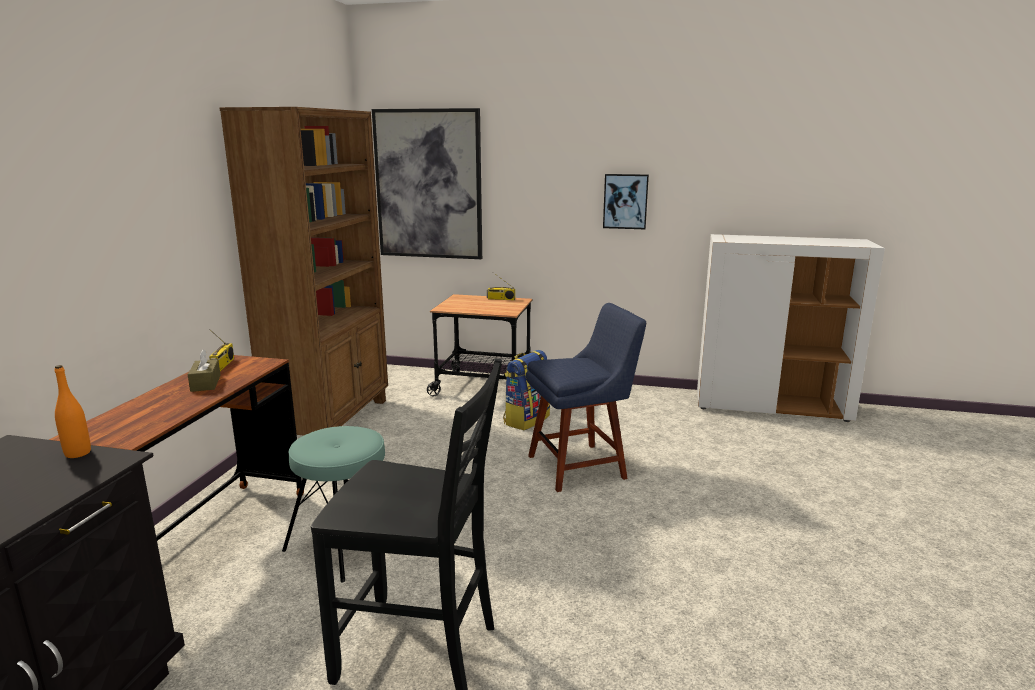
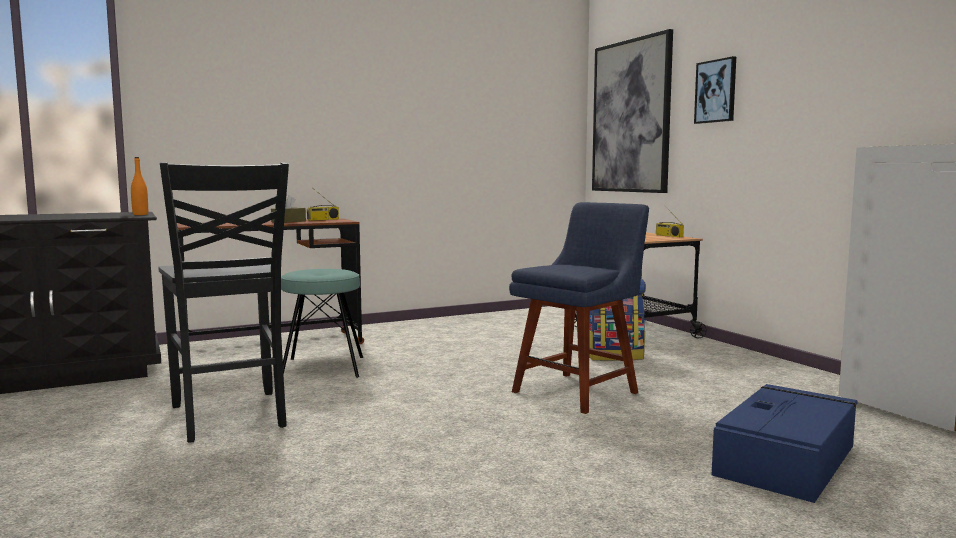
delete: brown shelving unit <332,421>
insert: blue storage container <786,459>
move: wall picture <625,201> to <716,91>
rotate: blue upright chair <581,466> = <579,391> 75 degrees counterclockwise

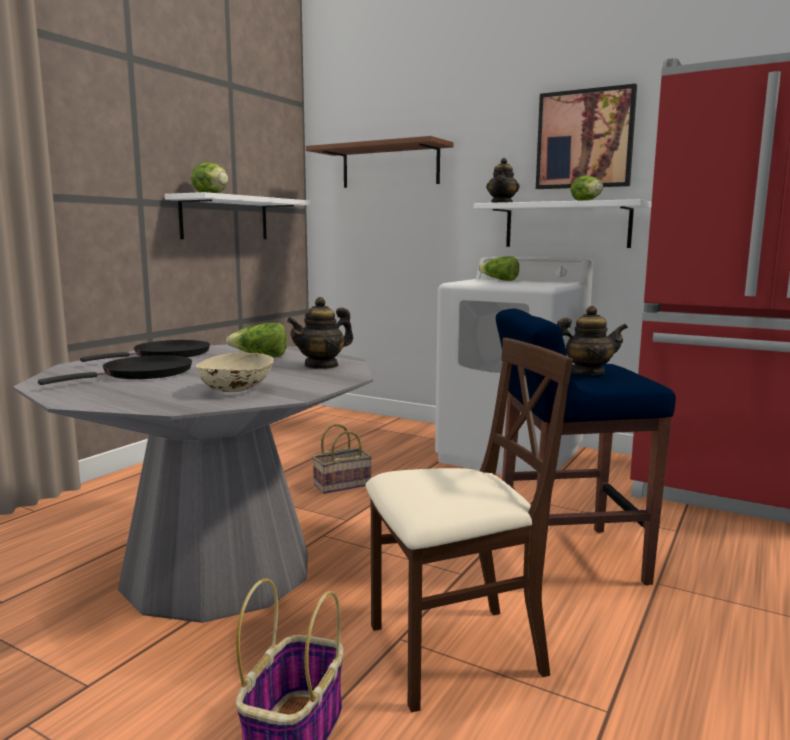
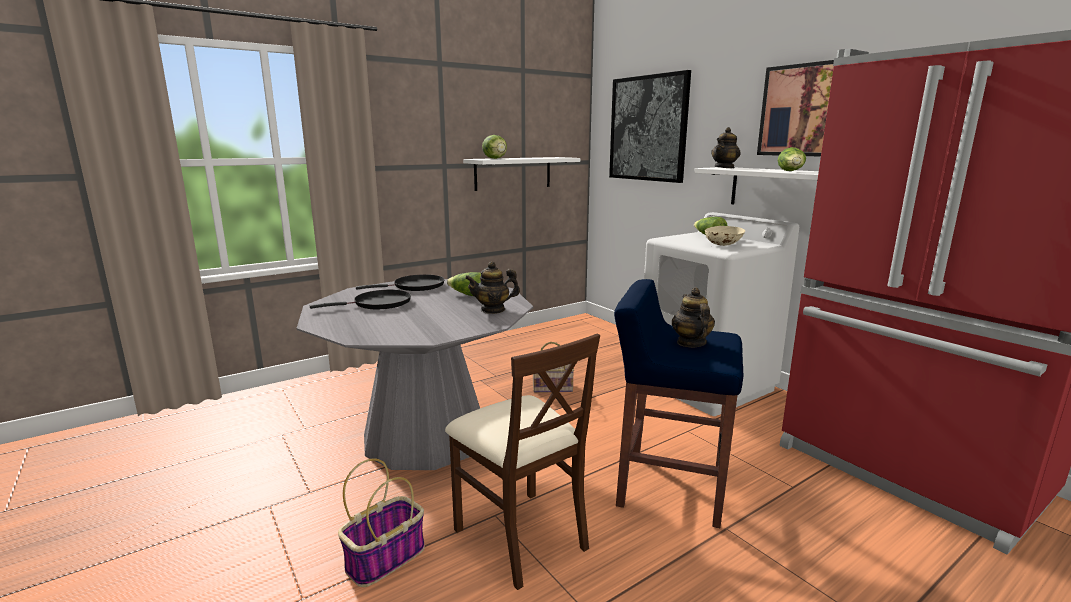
move: sand-coloured serving bowl <236,391> to <723,245>
replace: brown bracket shelf <390,166> to wall picture <648,128>
rotate: teapot <587,373> = <691,343> 120 degrees counterclockwise; sand-coloured upright chair <454,652> = <521,536> 45 degrees clockwise

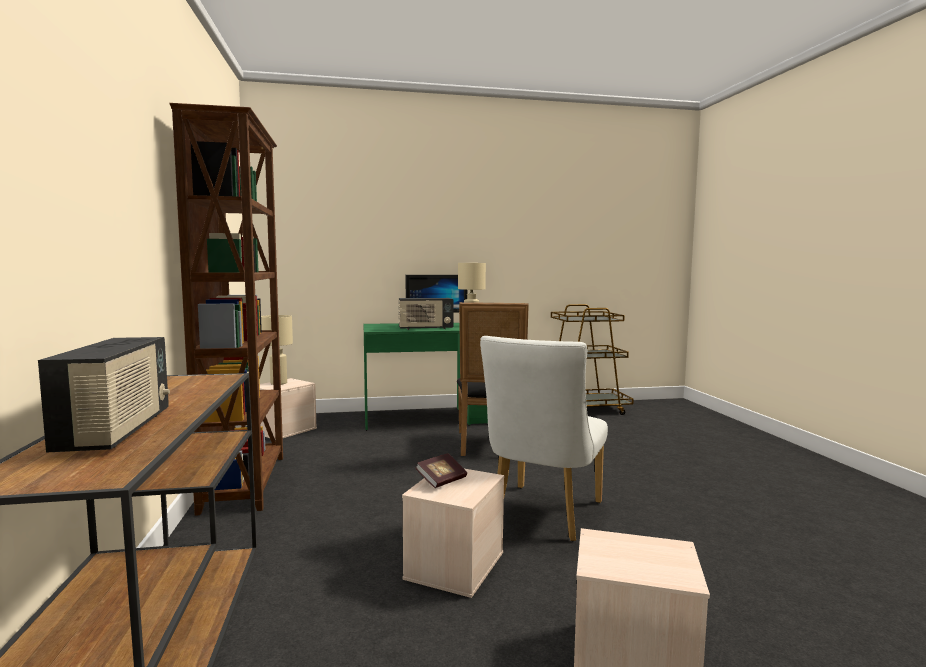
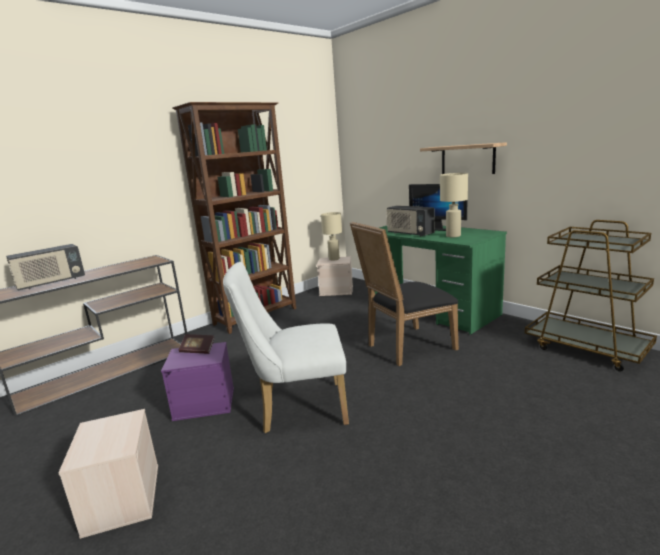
insert: bracket shelf <467,159>
recolor: sand-coloured storage container <454,564> to purplish storage container <205,403>

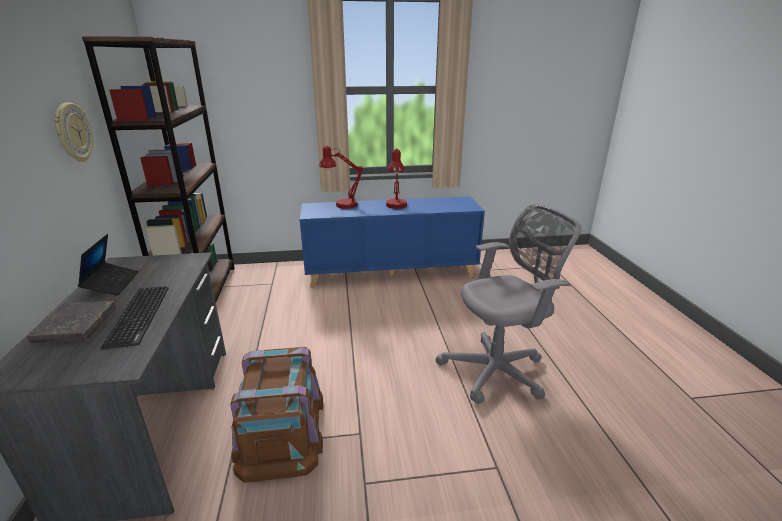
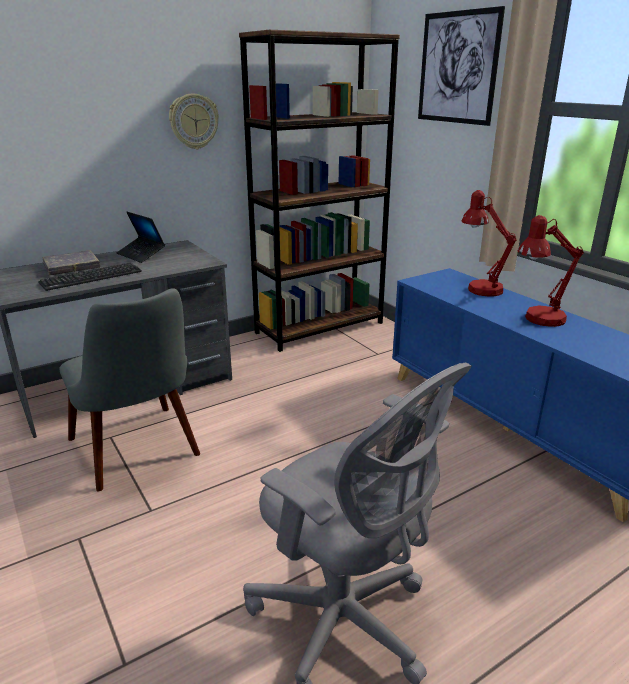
insert: wall picture <457,68>
replace: brown storage container <282,429> to greyish upright chair <141,454>
rotate: laptop <112,283> = <141,255> 75 degrees clockwise

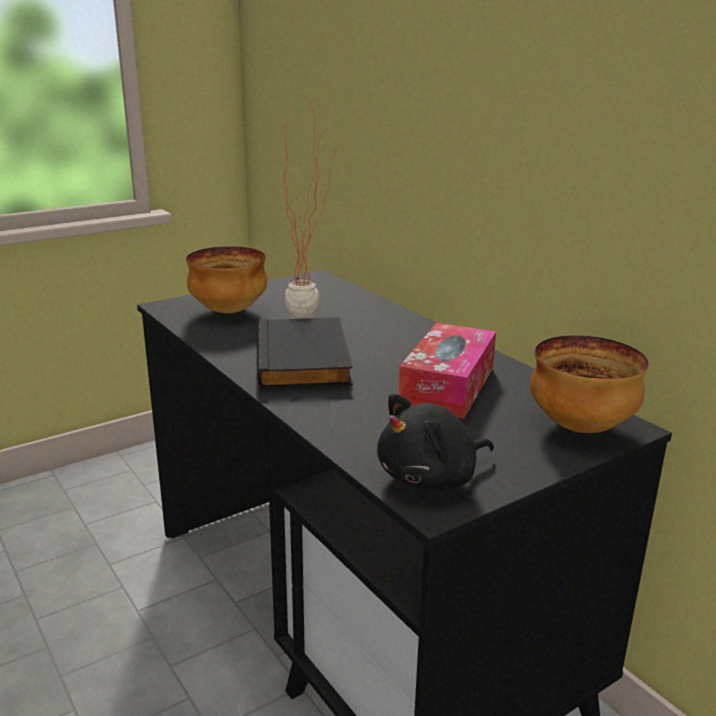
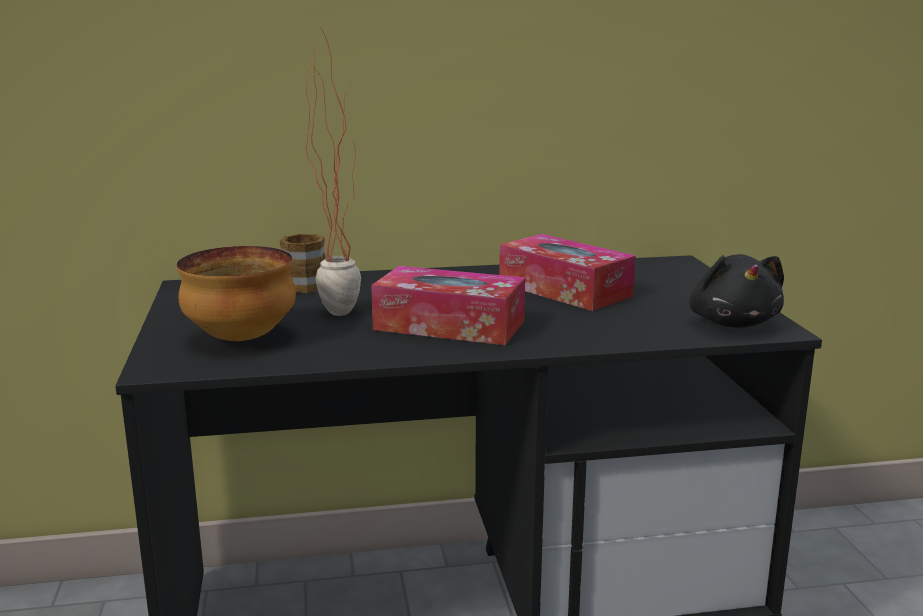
delete: serving bowl <581,427>
insert: coffee mug <303,283>
replace: blackish volume <306,360> to tissue box <449,325>

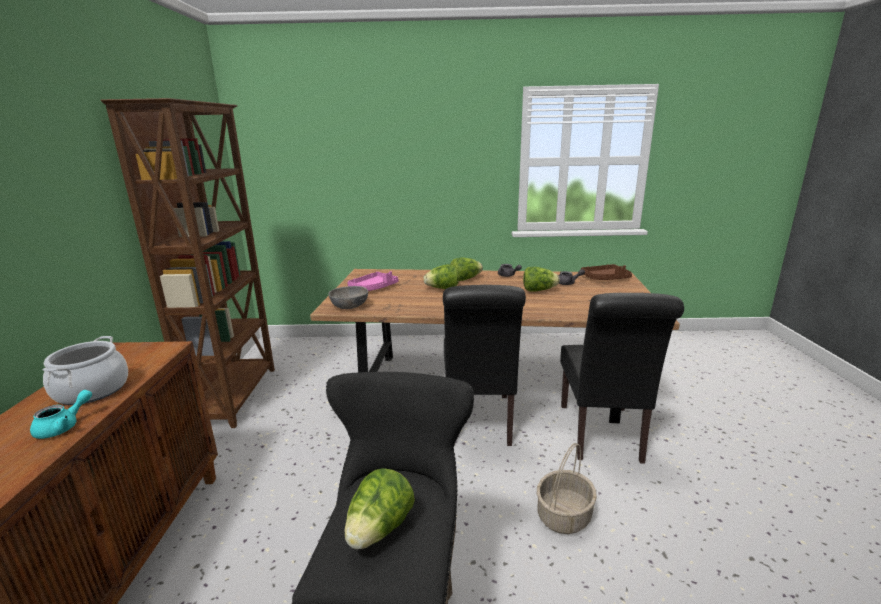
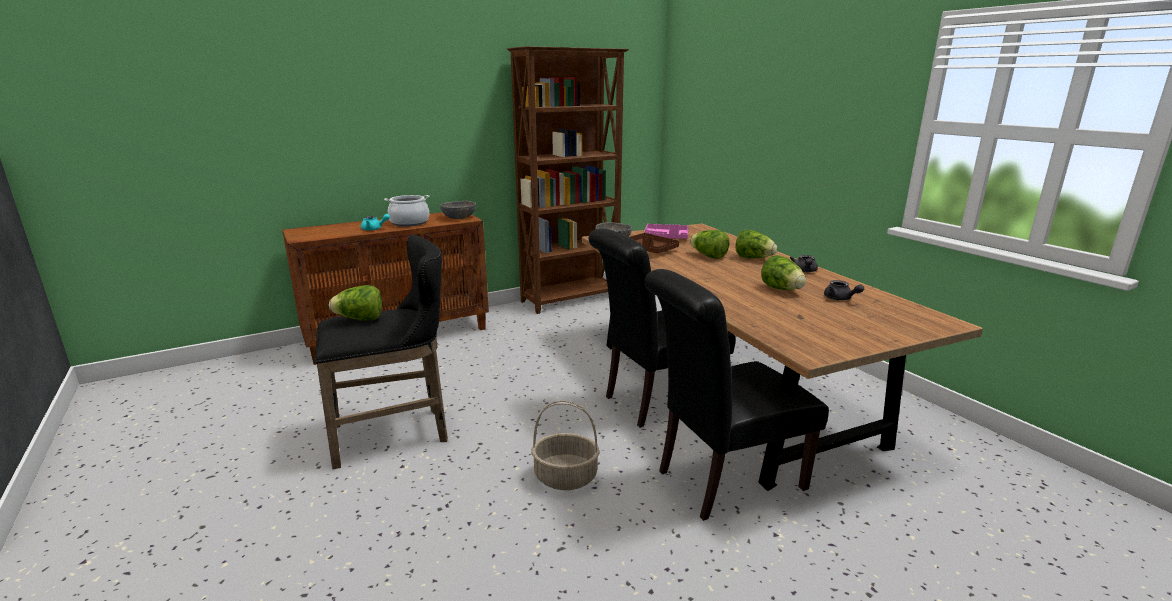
insert: greyish serving bowl <459,217>
move: brown carrying tray <605,278> to <650,250>

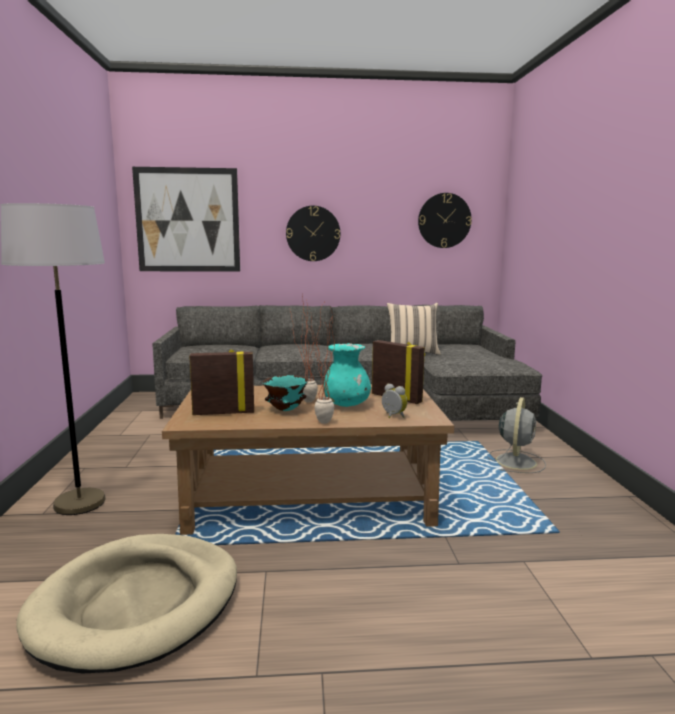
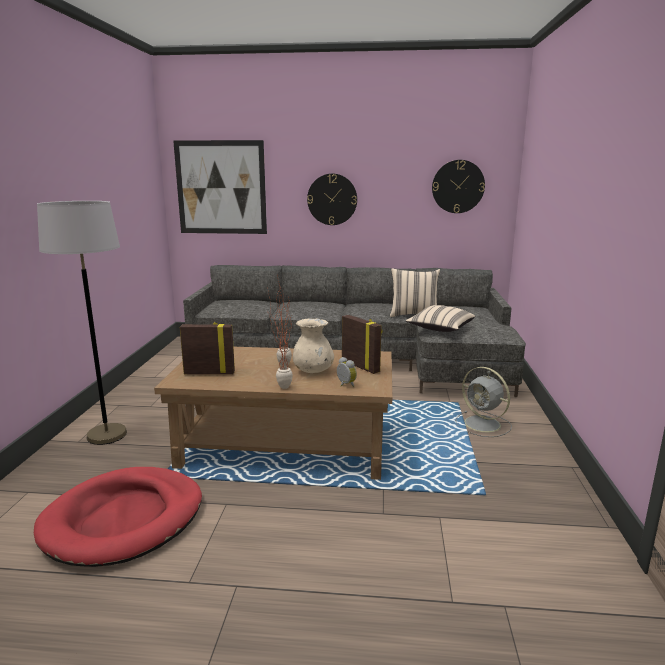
delete: turquoise serving bowl <285,410>
insert: sand-coloured pillow <440,329>
recolor: turquoise flower vase <347,405> to sand-coloured flower vase <313,371>; sand-coloured dog bed <137,604> to red dog bed <124,519>
rotate: greyish electric fan <516,461> = <483,424> 105 degrees clockwise

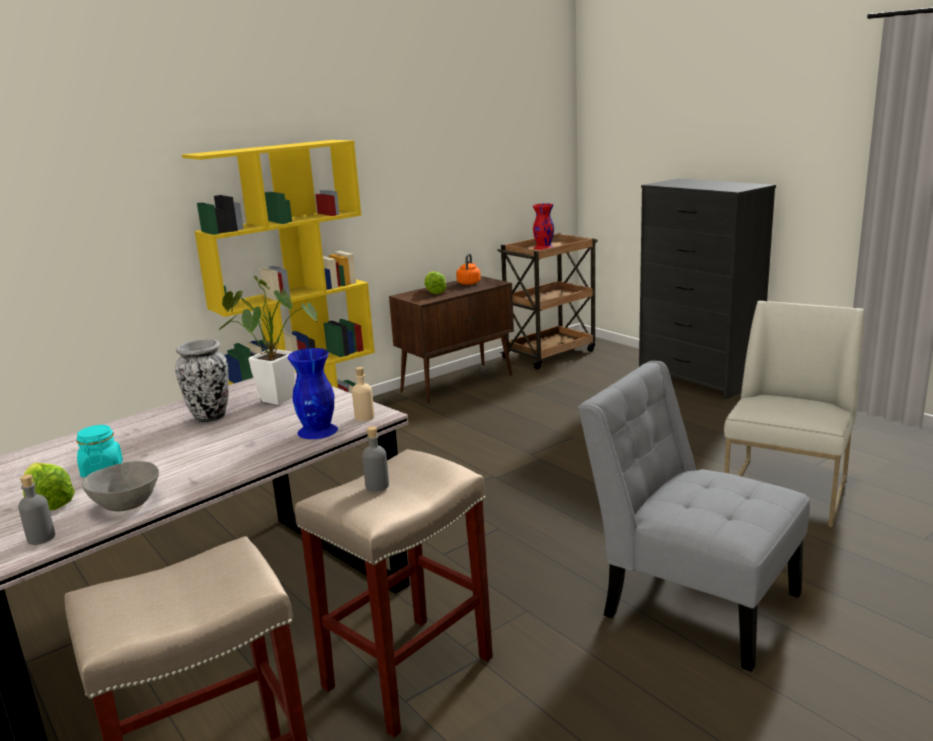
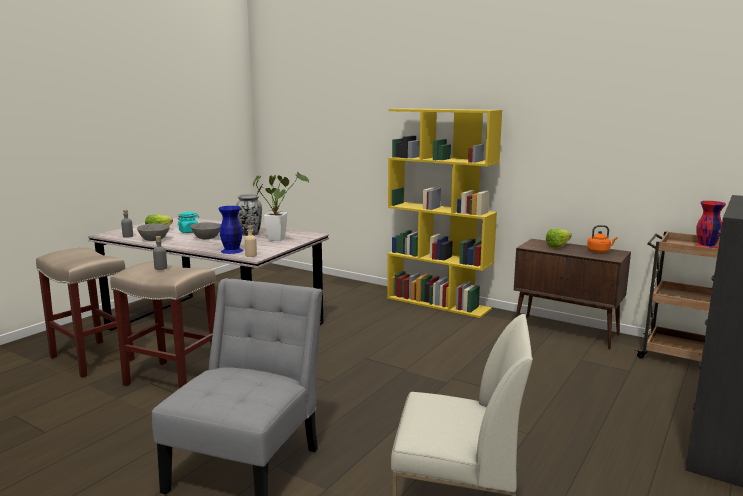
insert: greyish serving bowl <207,238>

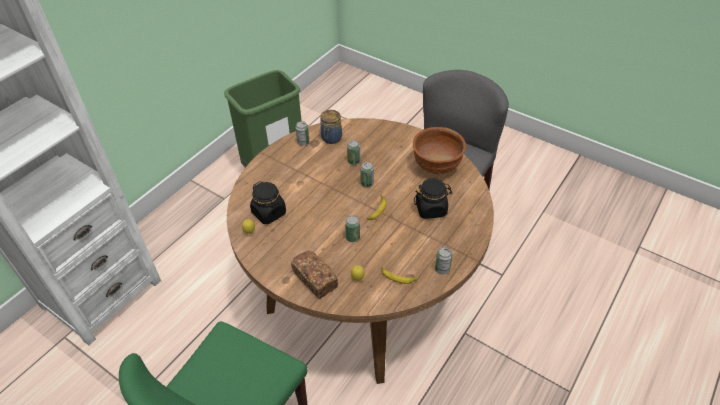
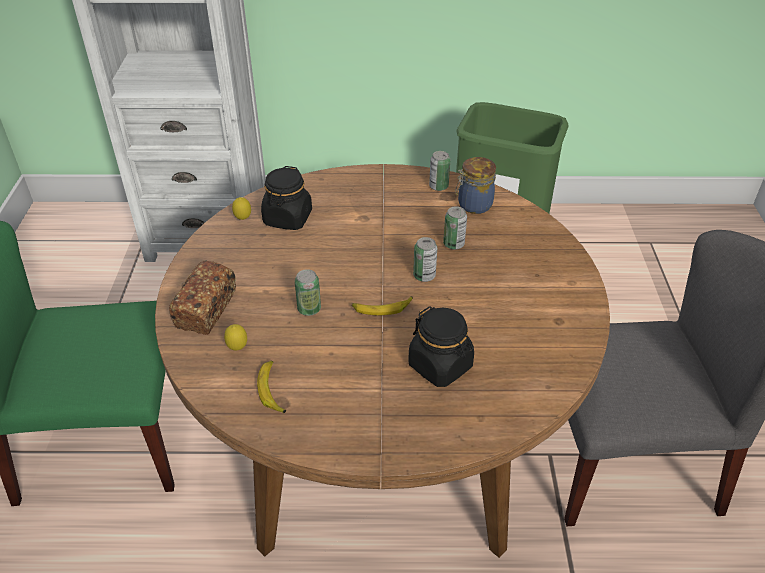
delete: brown serving bowl <436,166>; sealed can <442,269>

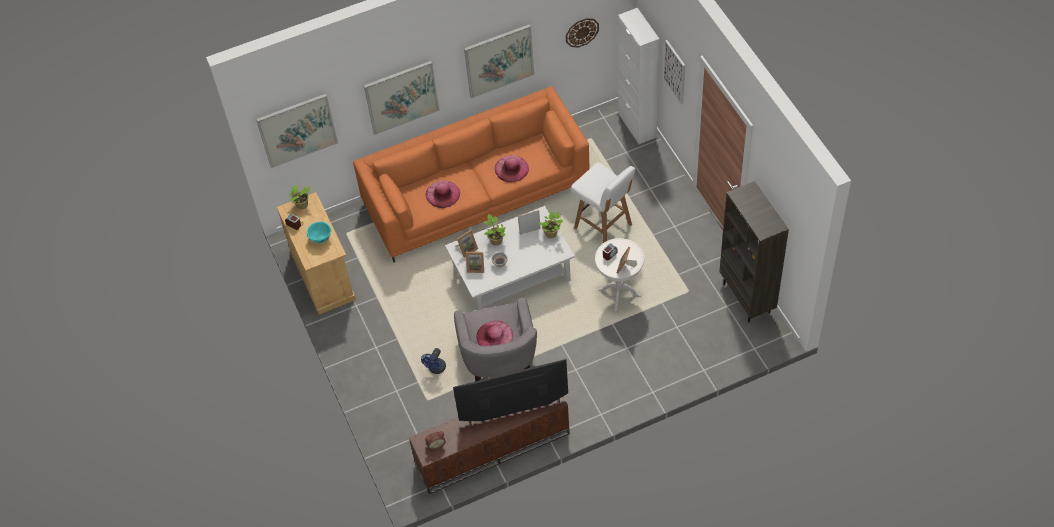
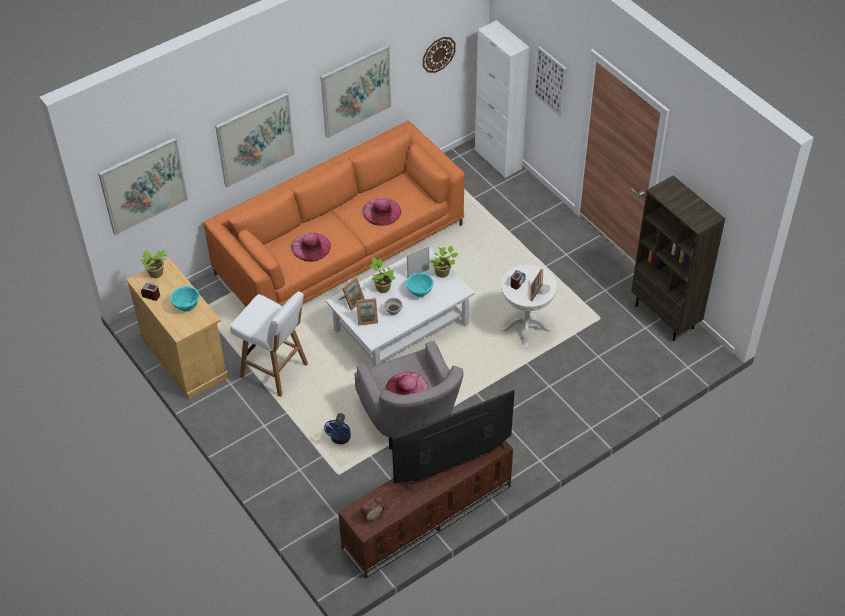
insert: turquoise serving bowl <419,292>
move: whitish stool seat <604,227> to <275,371>

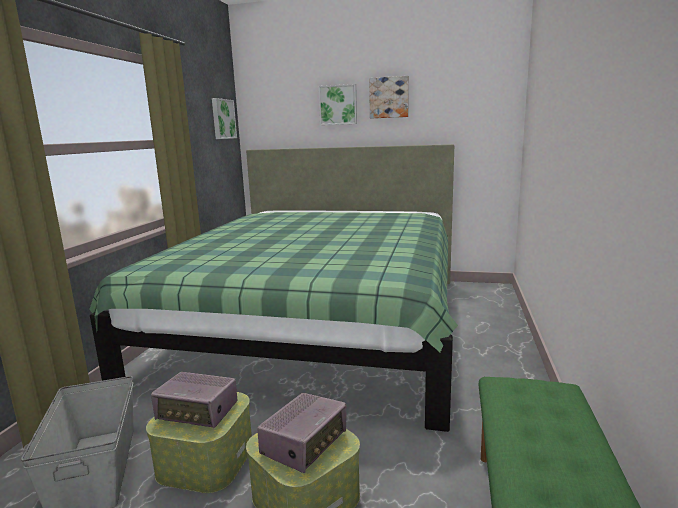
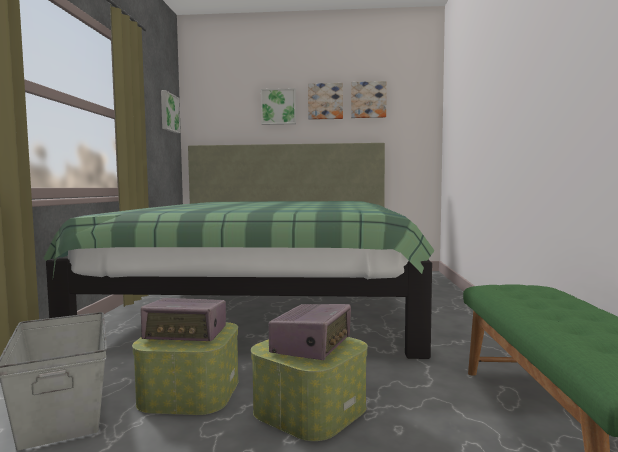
insert: wall picture <368,100>

